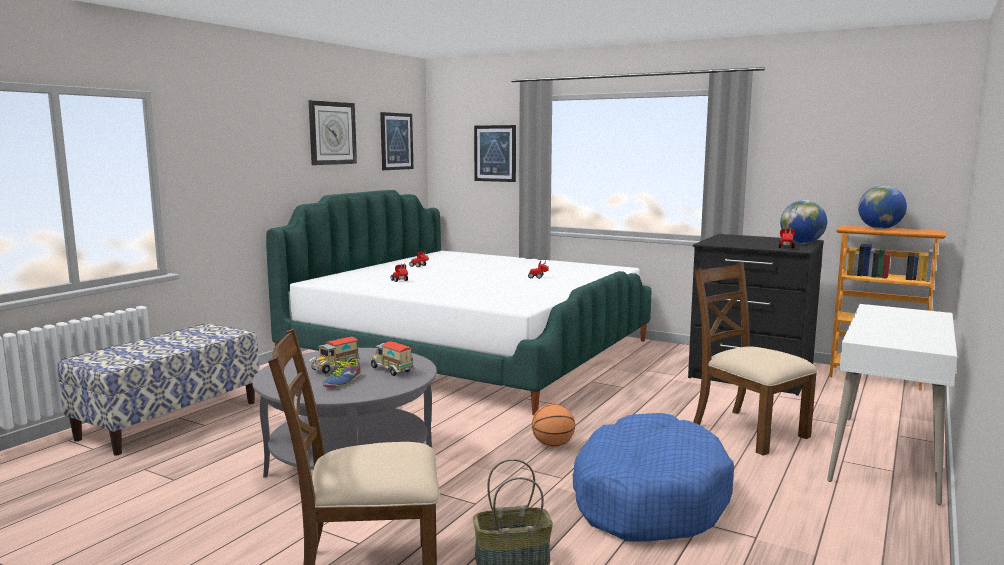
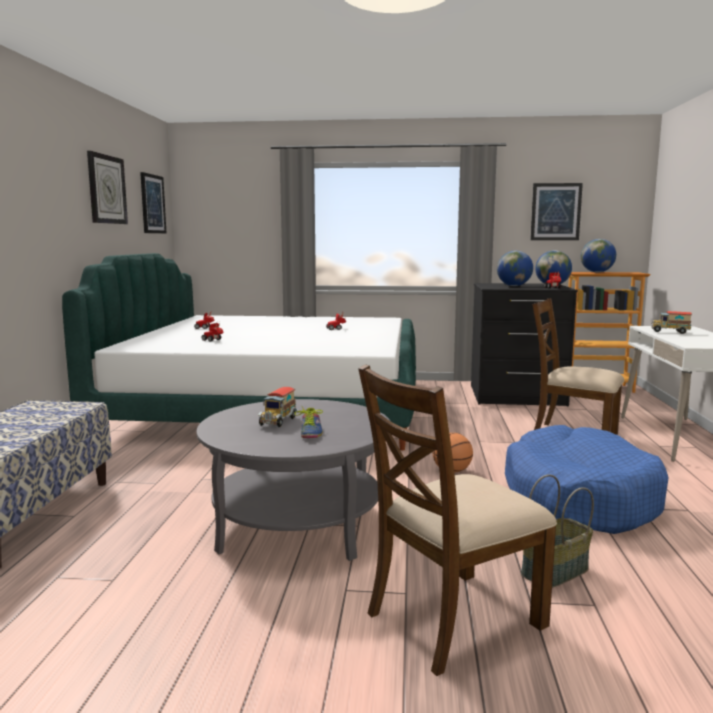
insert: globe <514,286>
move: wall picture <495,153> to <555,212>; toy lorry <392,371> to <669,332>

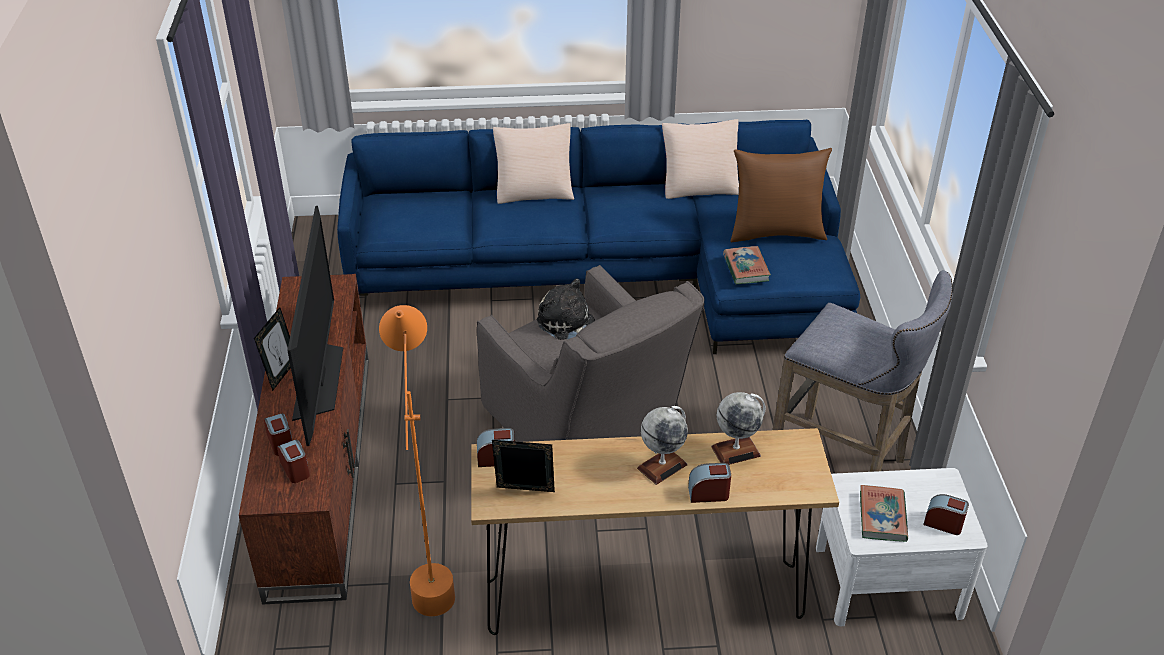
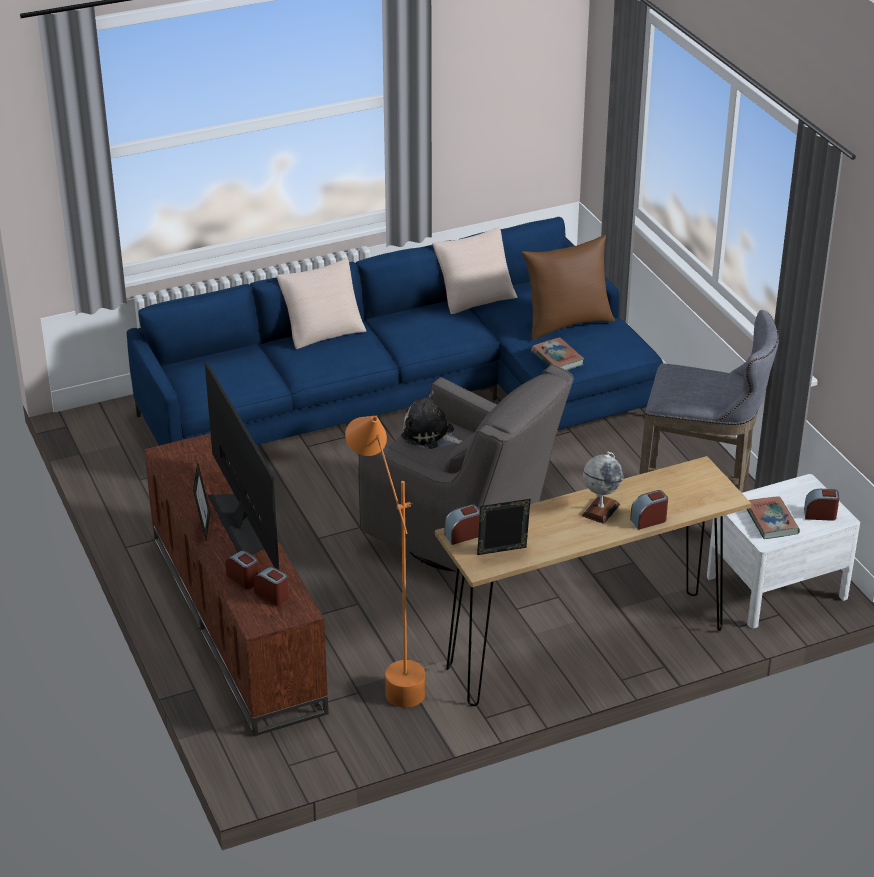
delete: globe <736,451>

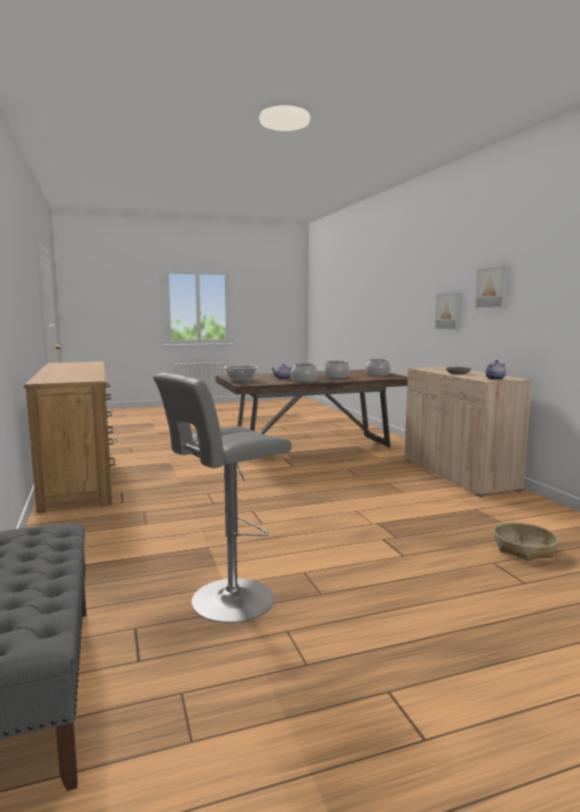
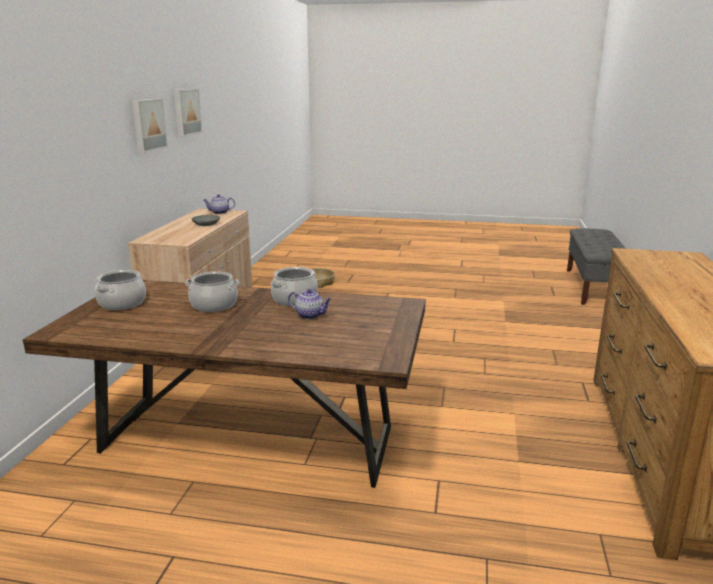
delete: stockpot <241,380>; greyish stool seat <227,601>
move: wall picture <449,312> to <186,112>

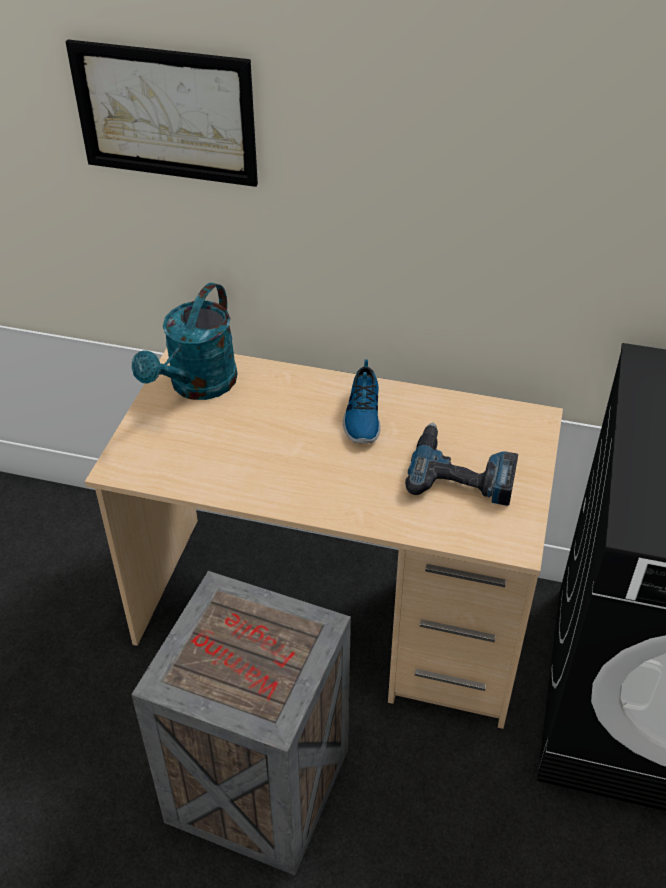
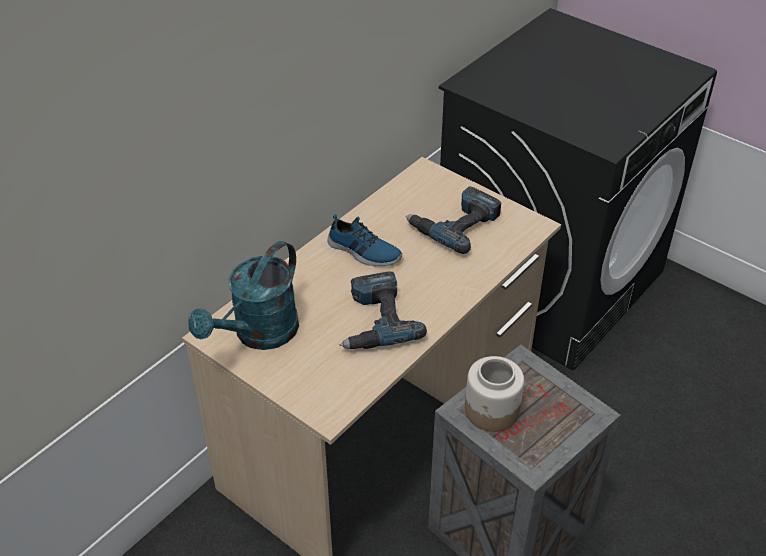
delete: wall picture <165,113>
insert: power drill <374,320>; storage jar <492,411>
rotate: turquoise watering pot <197,387> = <258,335> 75 degrees clockwise

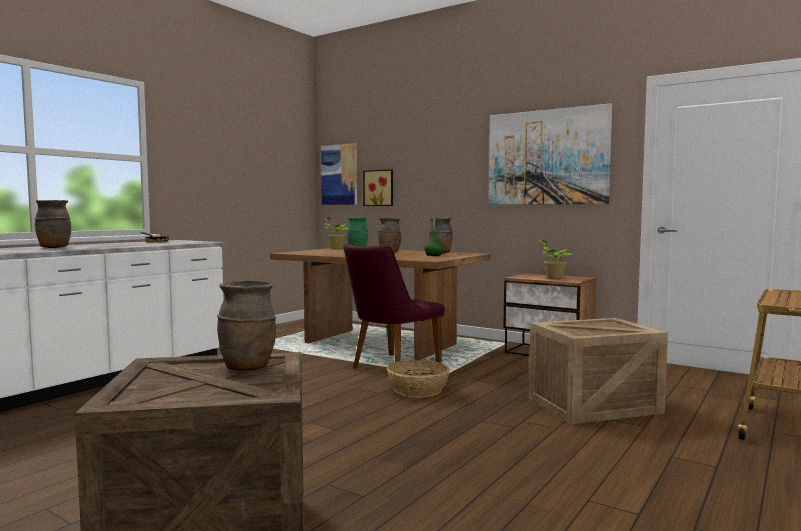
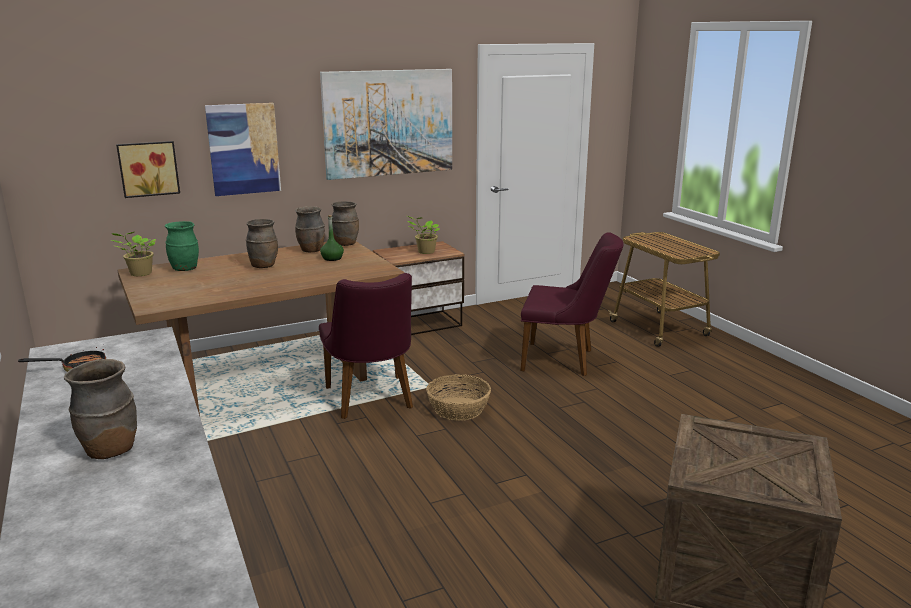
move: wall picture <339,174> to <244,149>; brown flower vase <248,367> to <345,244>
replace: shipping crate <593,406> to purplish upright chair <565,360>

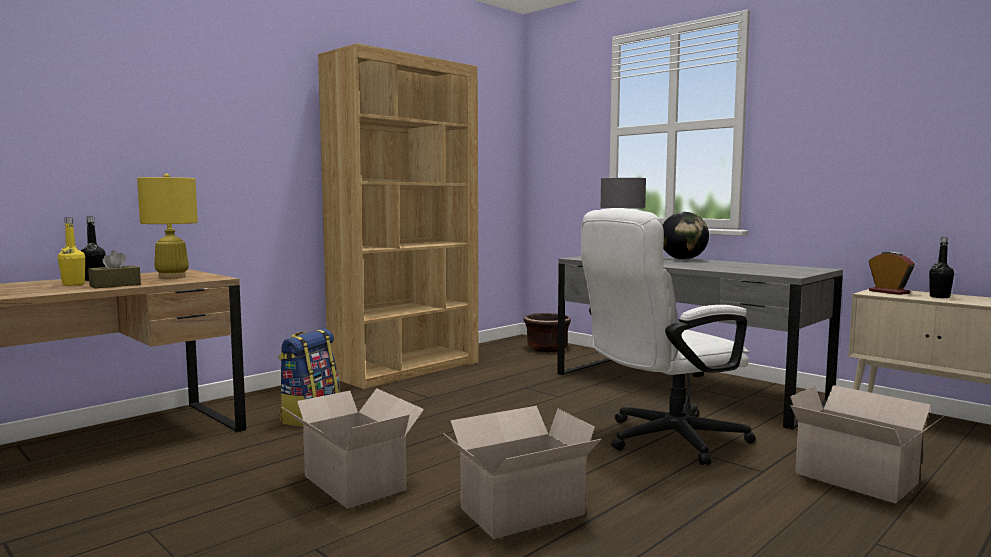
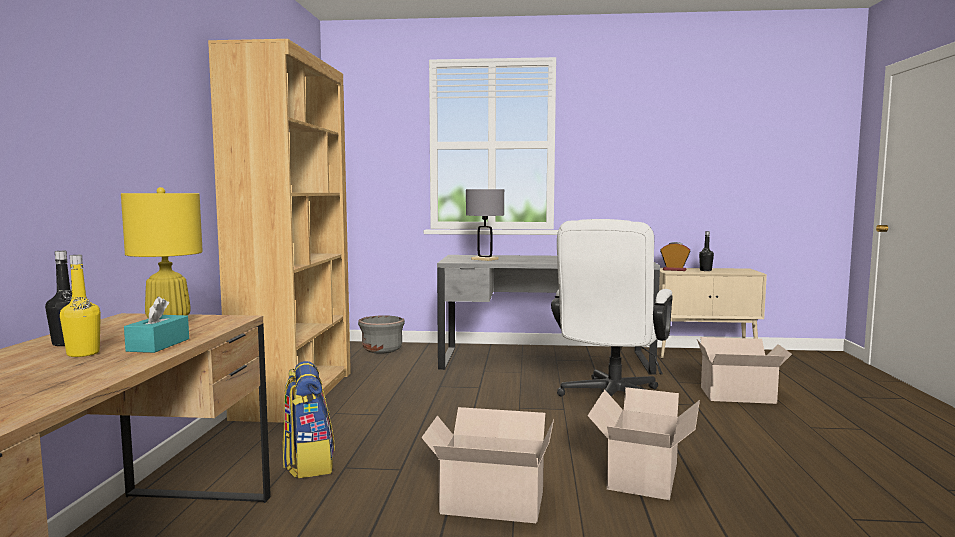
delete: globe <683,259>
recolor: brown tissue box <115,285> to turquoise tissue box <158,345>; brown planter <547,348> to greyish planter <382,350>

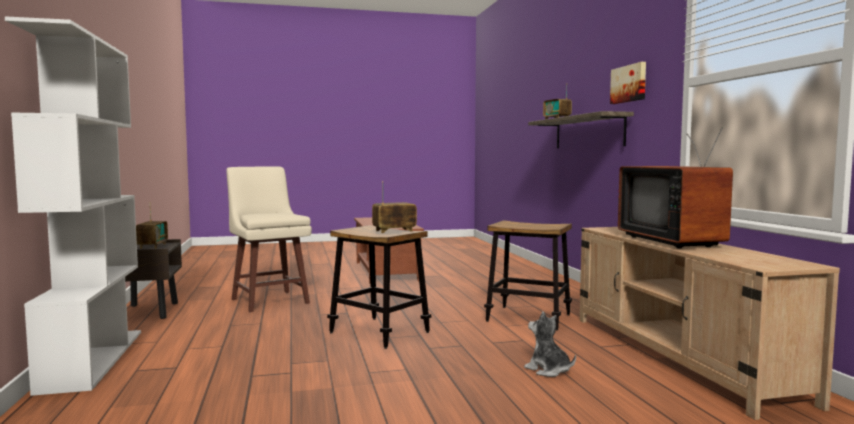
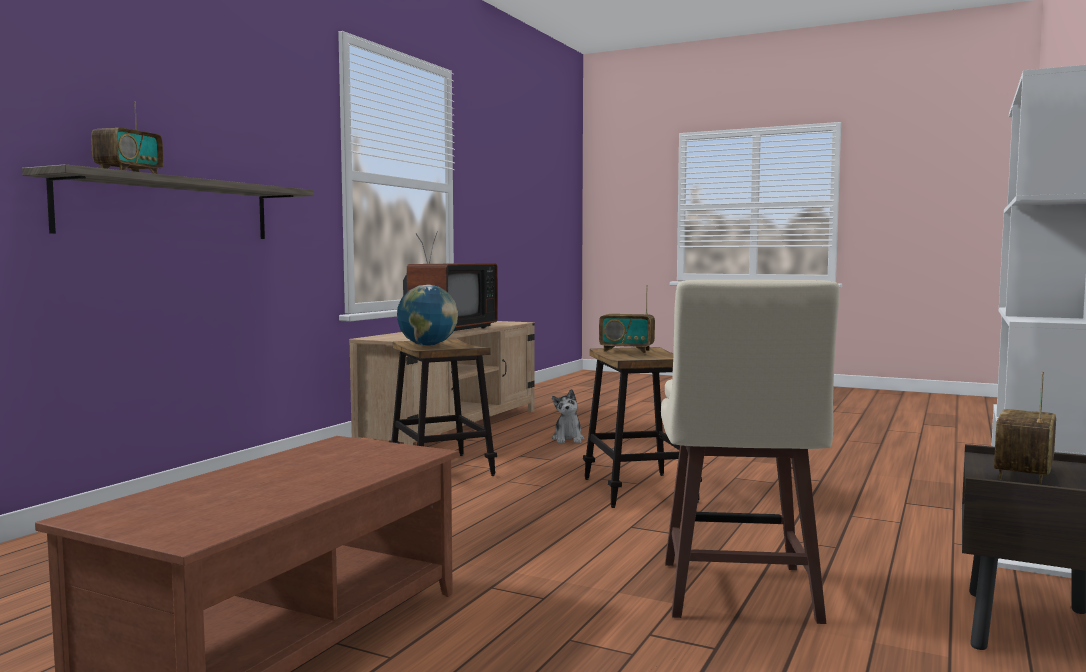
delete: wall picture <629,83>
insert: globe <427,345>

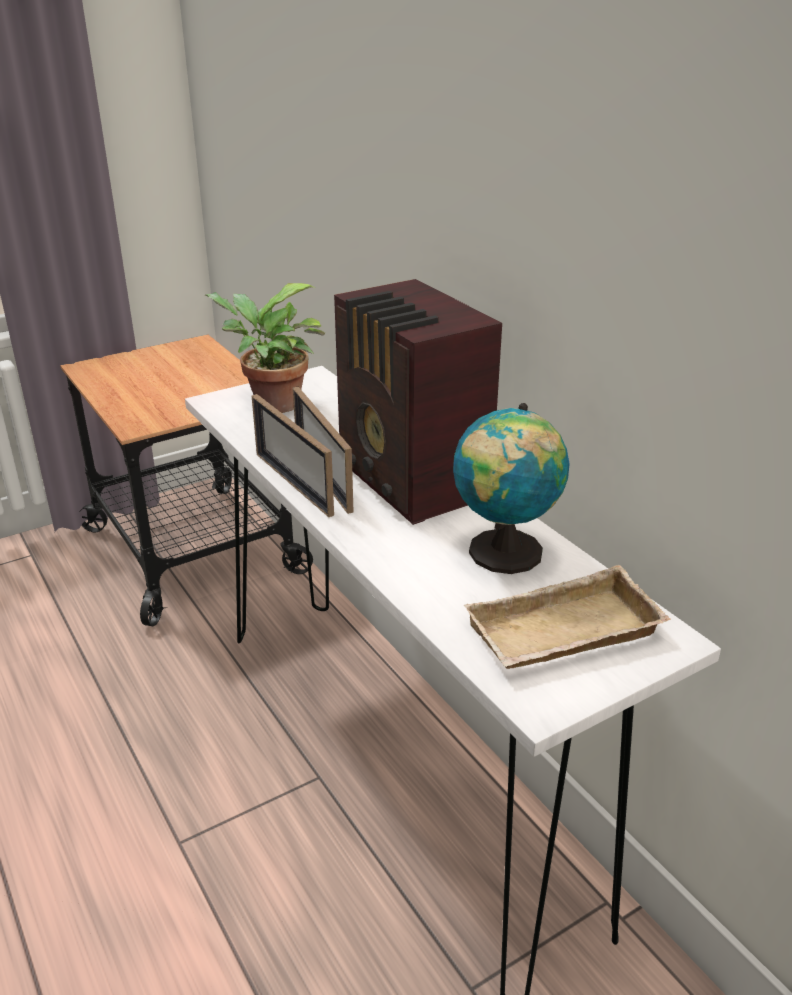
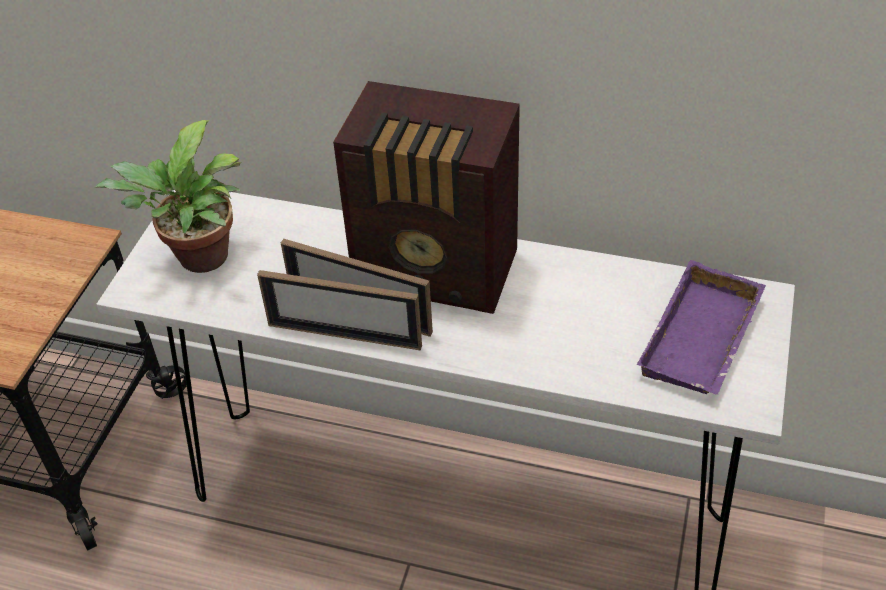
delete: globe <504,555>
recolor: sand-coloured carrying tray <563,635> to purplish carrying tray <703,341>

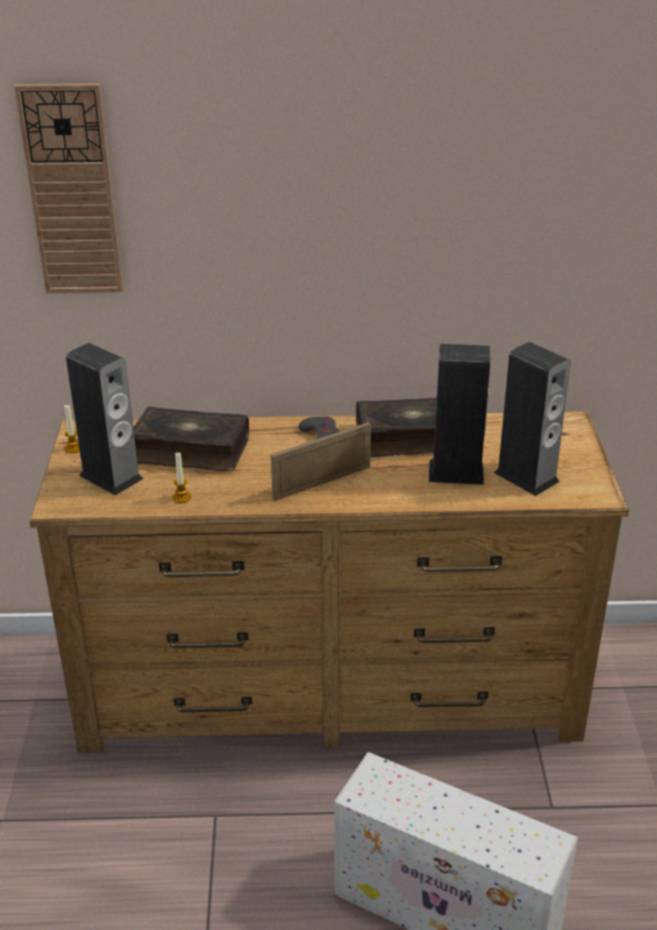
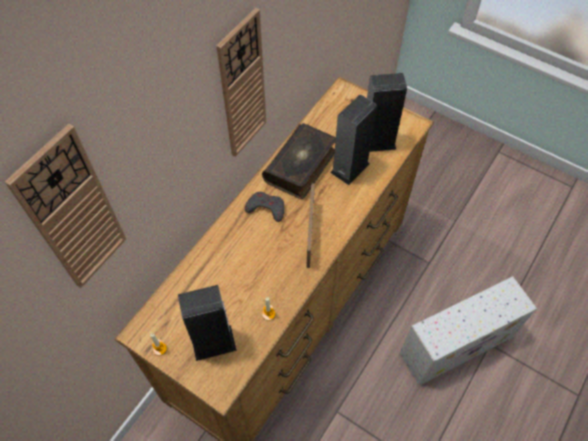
delete: volume <190,451>
insert: wall clock <242,87>

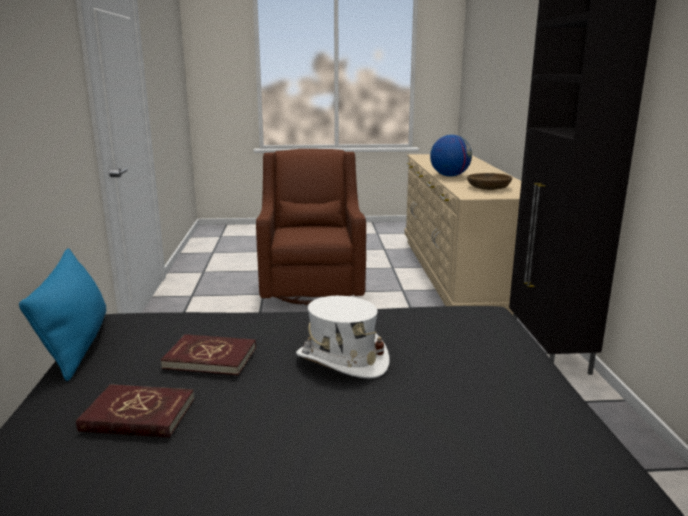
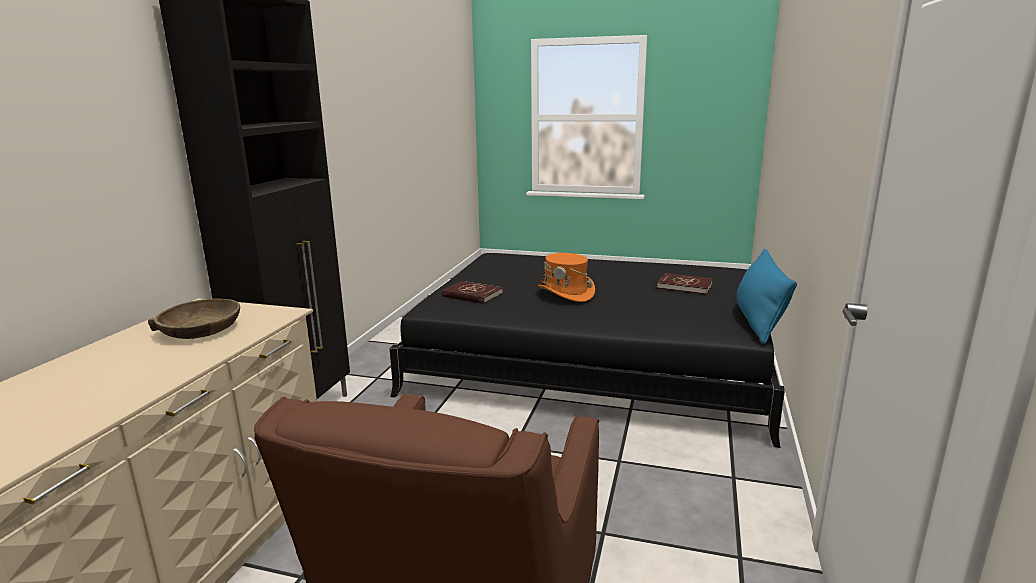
delete: globe <449,176>
move: red volume <210,358> to <472,295>
recolor: whitish wearable hat <342,360> to orange wearable hat <566,293>

